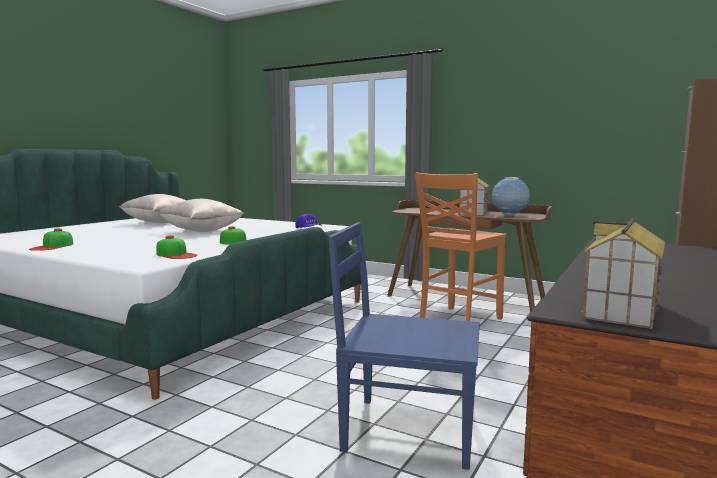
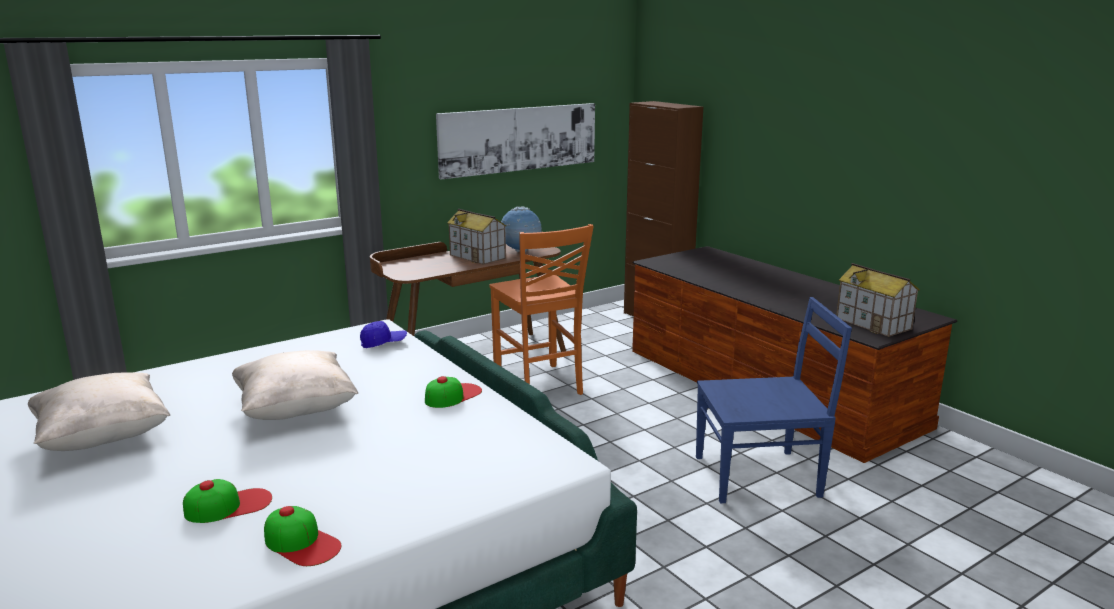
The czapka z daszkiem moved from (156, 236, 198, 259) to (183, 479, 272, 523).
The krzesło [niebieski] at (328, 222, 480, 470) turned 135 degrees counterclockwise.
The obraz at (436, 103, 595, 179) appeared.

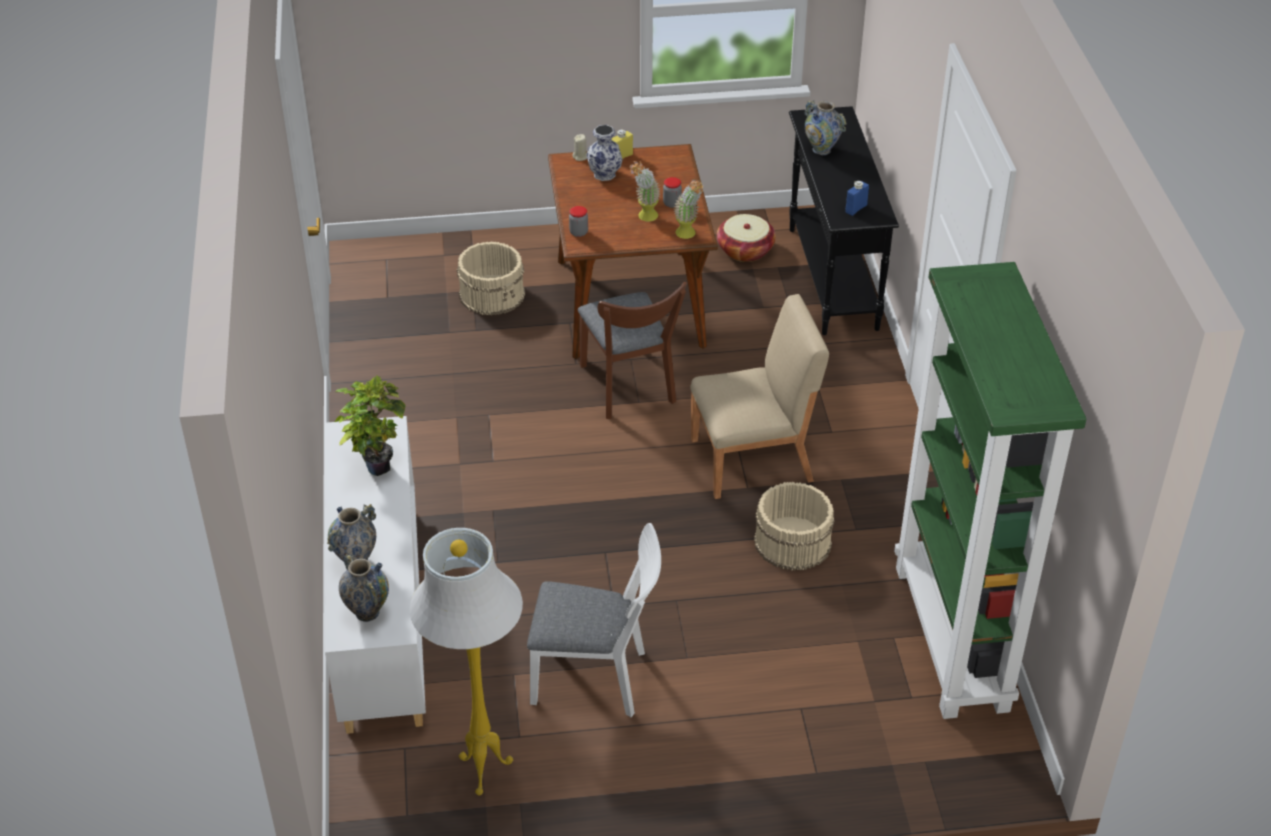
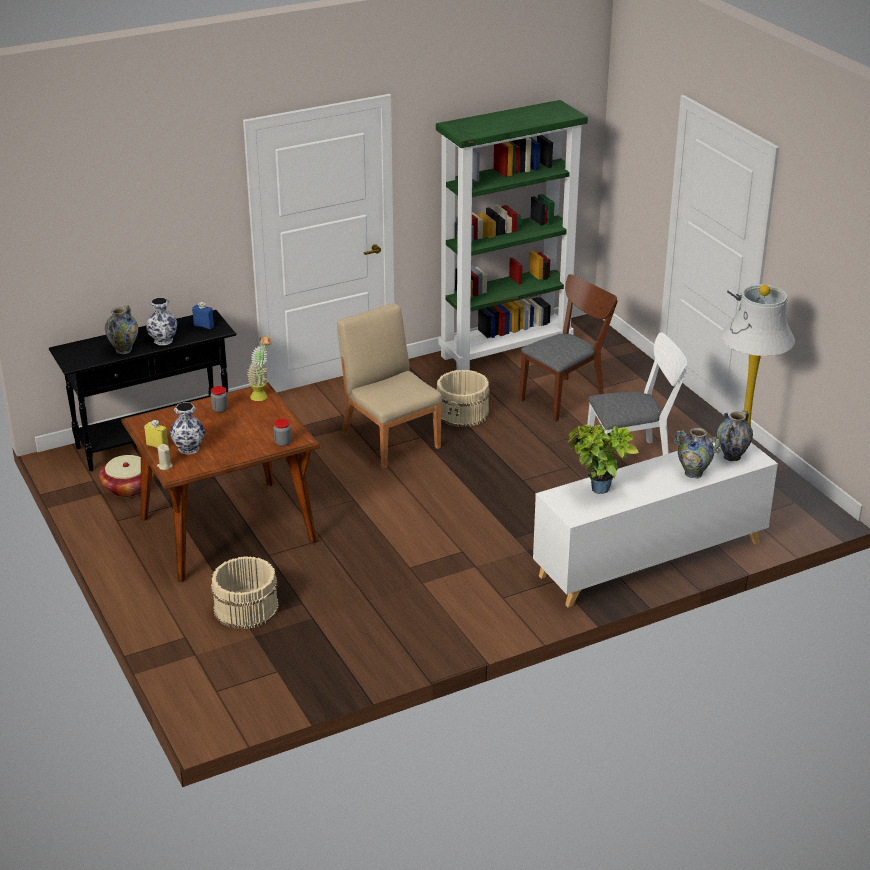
The krzesło [biały] at (527, 523, 661, 717) turned 90 degrees clockwise.
The krzesło [brązowy] moved from (578, 282, 687, 419) to (519, 274, 618, 421).
The roślina doniczkowa at (629, 161, 661, 222) disappeared.
The wazon at (147, 298, 177, 345) appeared.

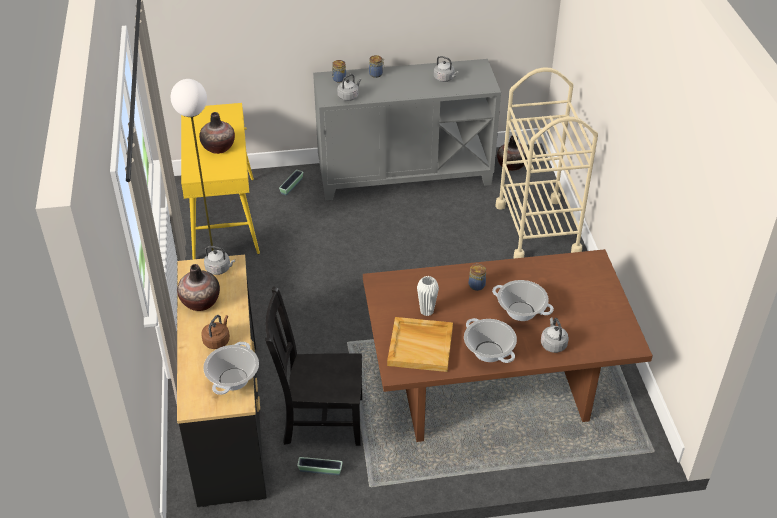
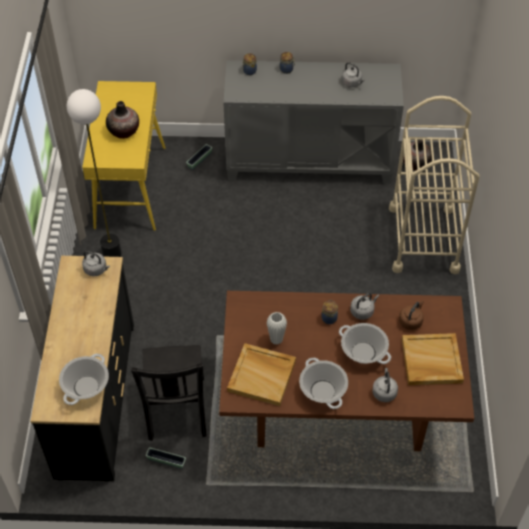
The wazon at (177, 264, 220, 311) disappeared.
The czajnik [brązowy] moved from (201, 315, 230, 349) to (399, 301, 424, 330).
The krzesło [czarny] at (265, 286, 362, 446) turned 105 degrees counterclockwise.
The czajnik [szary] moved from (337, 74, 361, 101) to (350, 293, 379, 320).
The taca [beżowy] at (402, 333, 464, 385) appeared.

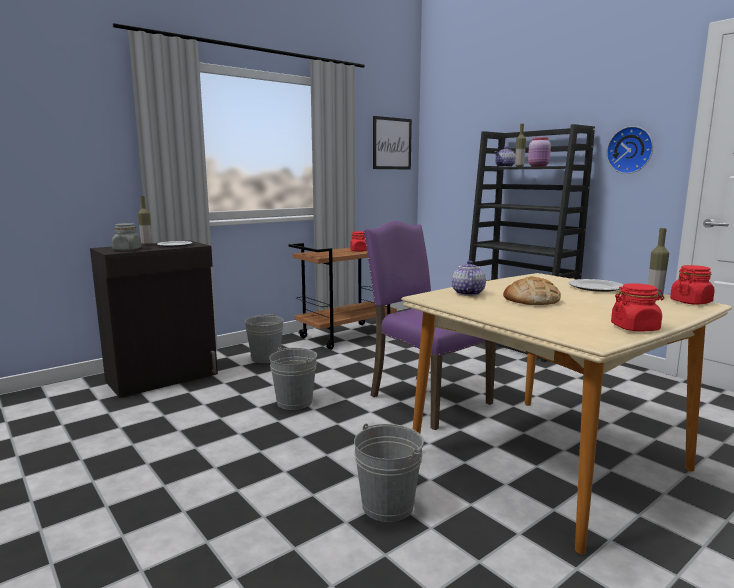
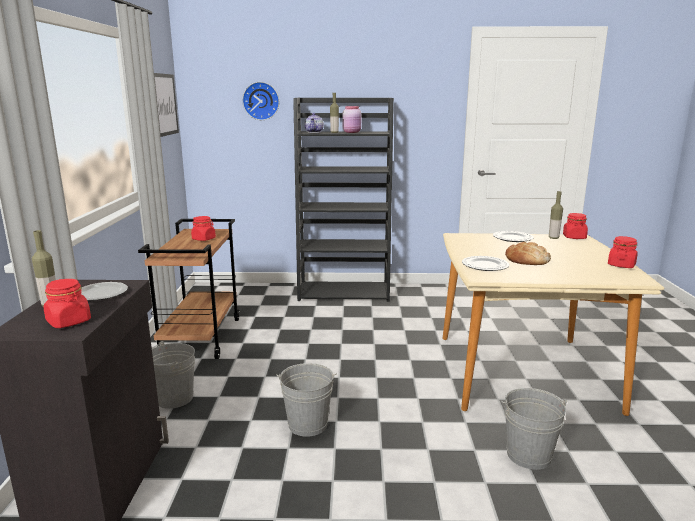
The słoik [szary] at (112, 223, 141, 251) became the słoik [czerwony] at (43, 279, 91, 328).
The krzesło [fioletowy] at (363, 221, 496, 430) disappeared.
The imbryk at (452, 260, 486, 296) was replaced by the talerz at (462, 256, 510, 271).
The zegar ścienny moved from (606, 126, 653, 174) to (242, 82, 279, 120).

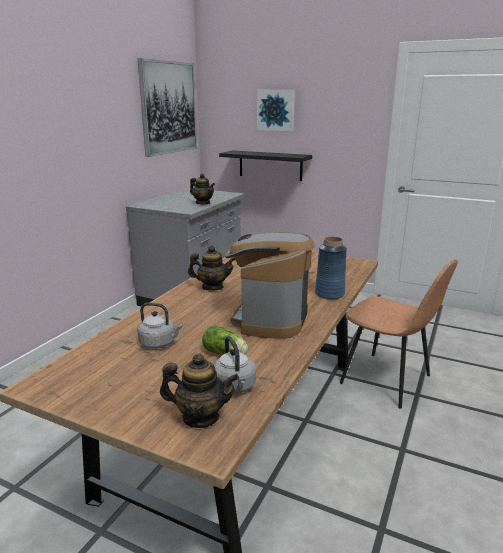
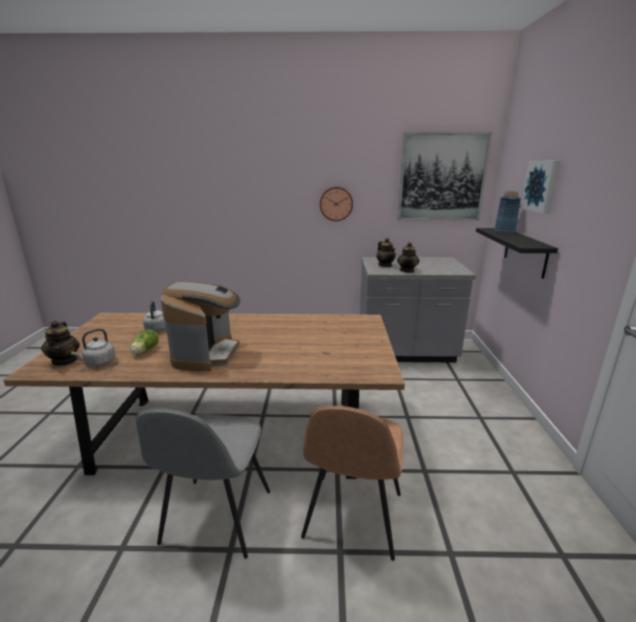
The imbryk moved from (188, 246, 235, 291) to (376, 238, 396, 267).
The ekspres do kawy at (225, 232, 315, 339) turned 105 degrees clockwise.
The wazon [niebieski] moved from (315, 237, 347, 299) to (494, 191, 521, 234).
The krzesło [szary] at (136, 409, 270, 559) appeared.
The zegar ścienny at (320, 187, 353, 221) appeared.

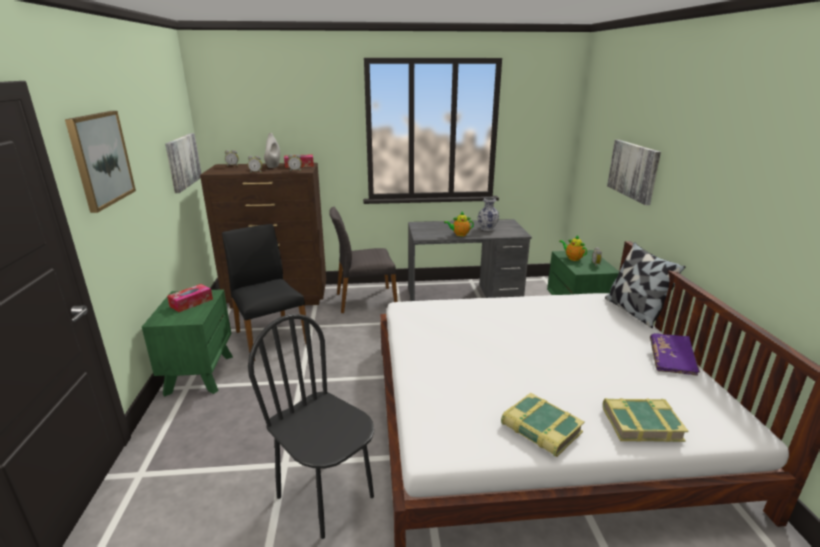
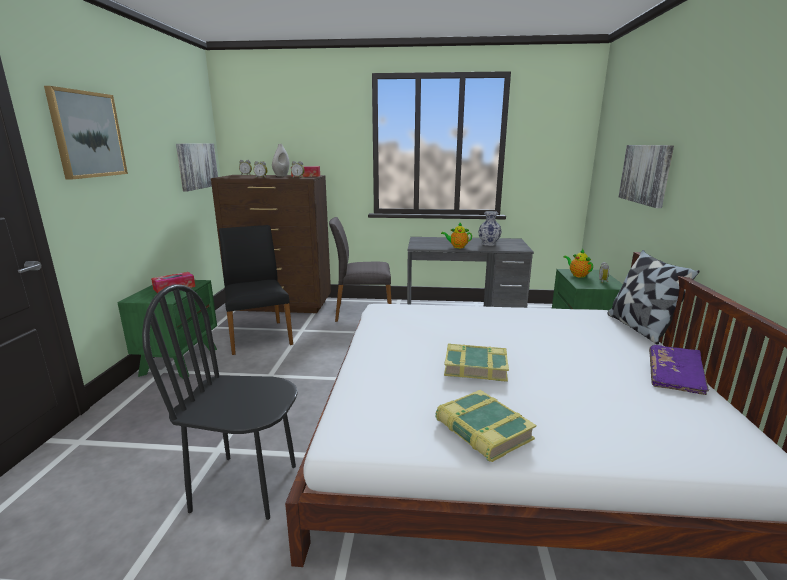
The krzesło [czarny] at (248, 314, 374, 539) turned 45 degrees counterclockwise.
The książka moved from (603, 398, 688, 442) to (444, 344, 509, 382).

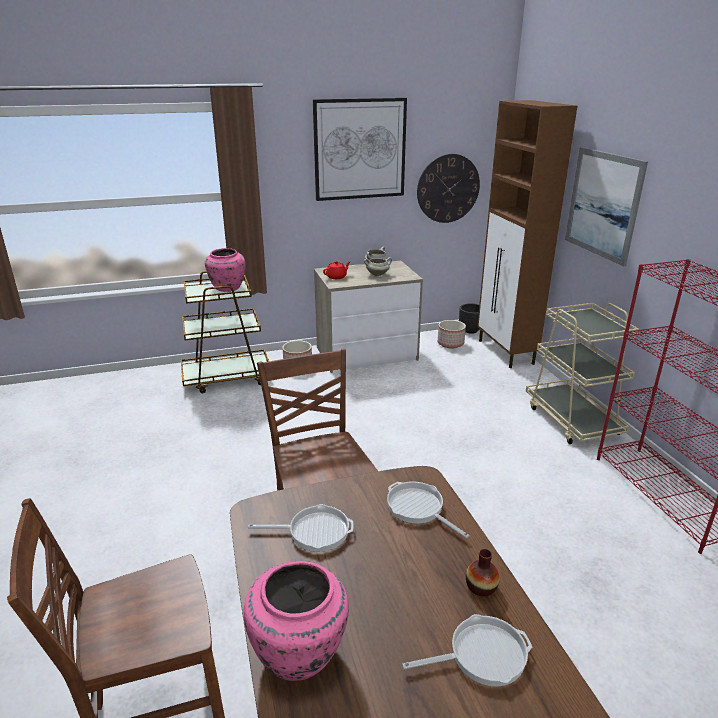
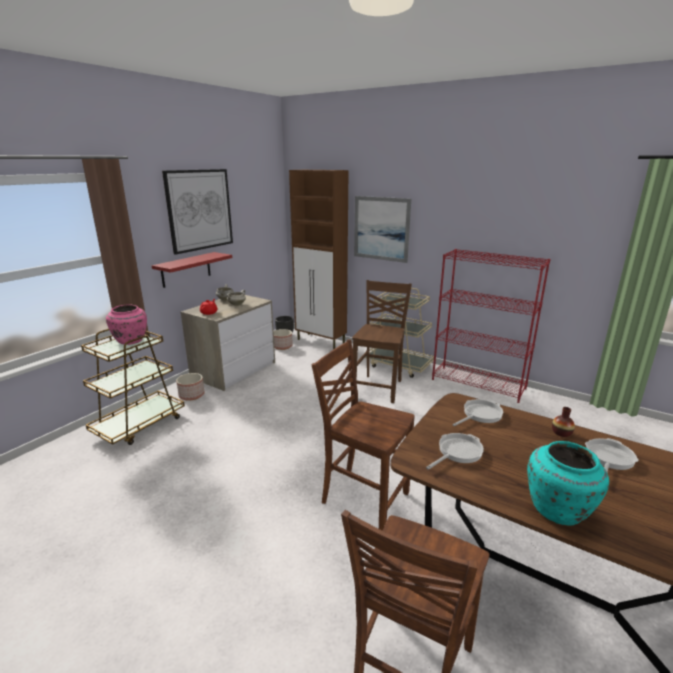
The wazon [różowy] at (244, 561, 349, 681) became the wazon [turkusowy] at (527, 441, 609, 526).
The patelnia at (387, 481, 470, 538) turned 135 degrees clockwise.
The zegar ścienny at (417, 154, 480, 223) disappeared.
The półka [czerwony] at (152, 252, 232, 288) appeared.
The krzesło [brązowy] at (352, 280, 412, 403) appeared.

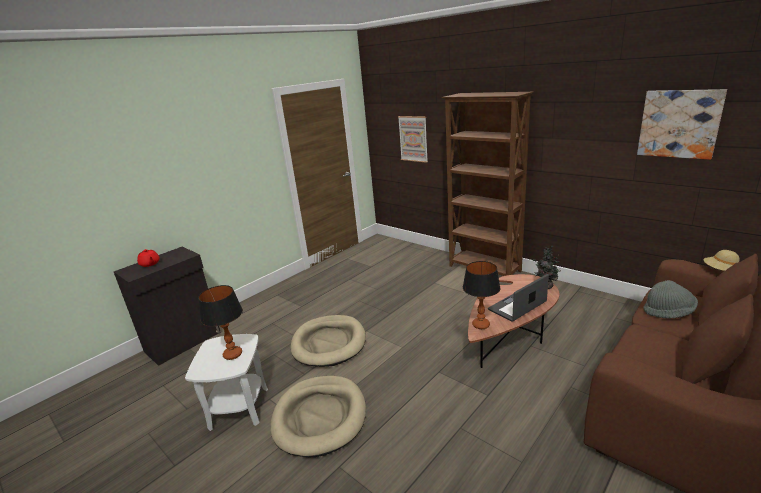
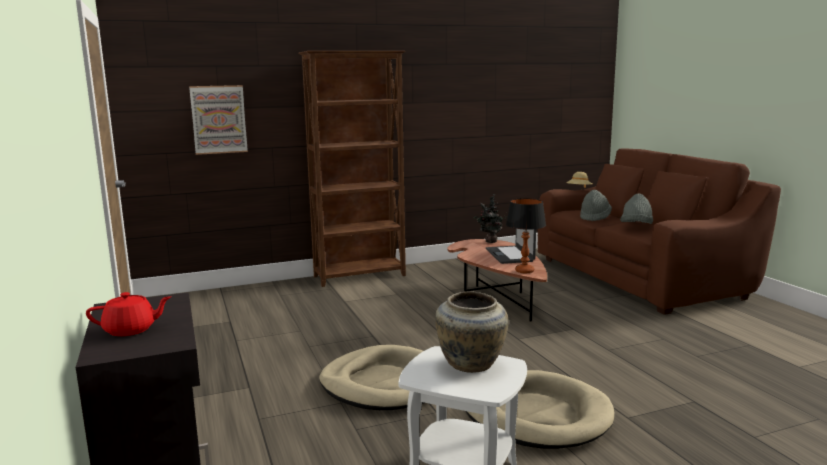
The lampa stołowa at (198, 285, 243, 360) was replaced by the wazon [beżowy] at (435, 291, 508, 373).
The obraz at (637, 89, 727, 160) disappeared.
The kapelusz [szary] at (620, 194, 653, 224) appeared.

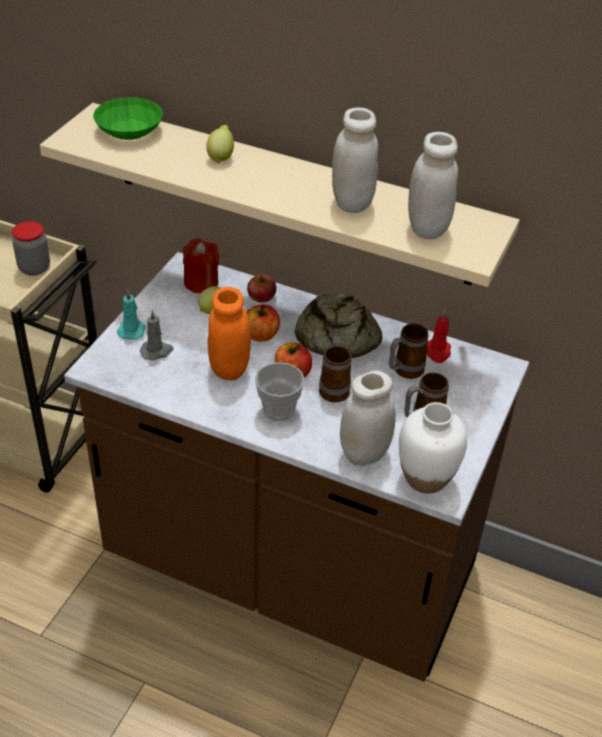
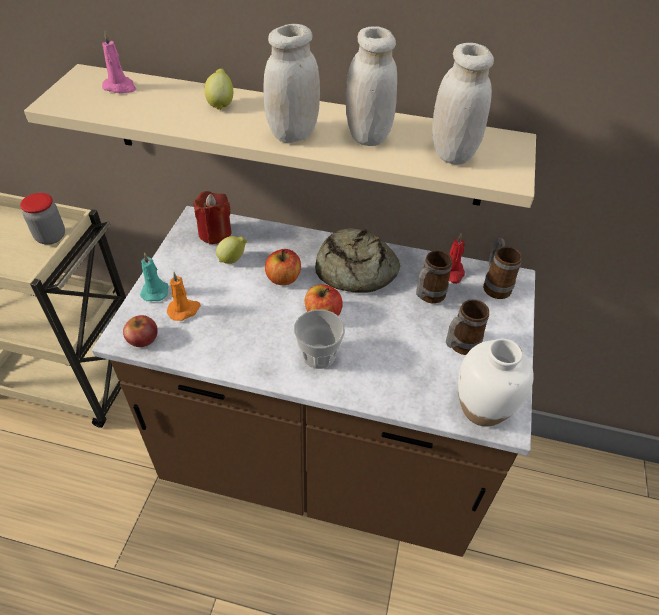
The miska [zielony] at (93, 97, 163, 140) was replaced by the świeca [różowy] at (102, 31, 136, 93).
The świeca [szary] at (140, 310, 174, 360) became the świeca [pomarańczowy] at (167, 272, 201, 321).
The słoik [pomarańczowy] at (208, 287, 251, 381) disappeared.
The jabłko moved from (247, 274, 277, 303) to (123, 315, 158, 347).
The kubek moved from (319, 336, 352, 402) to (483, 237, 522, 299).
The słoik [biały] moved from (340, 370, 396, 466) to (264, 24, 320, 143).

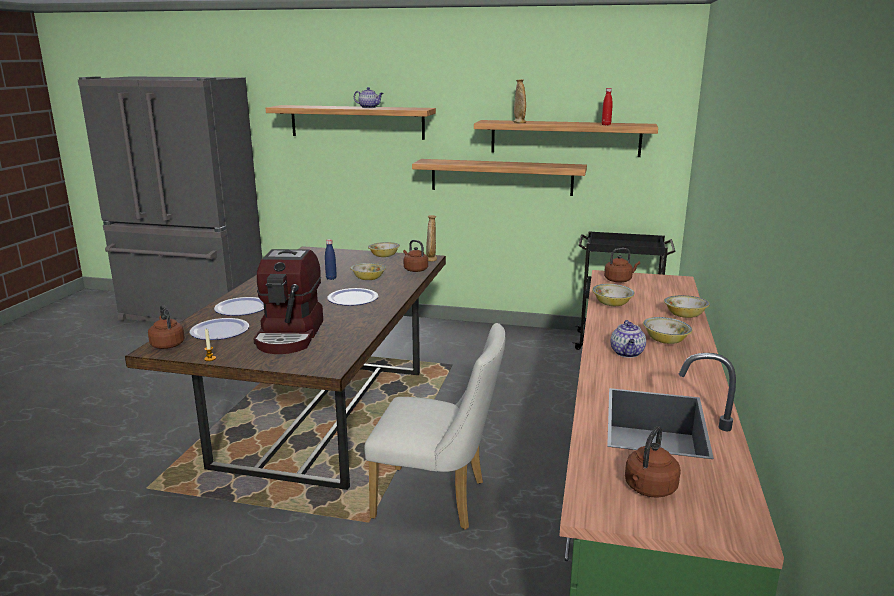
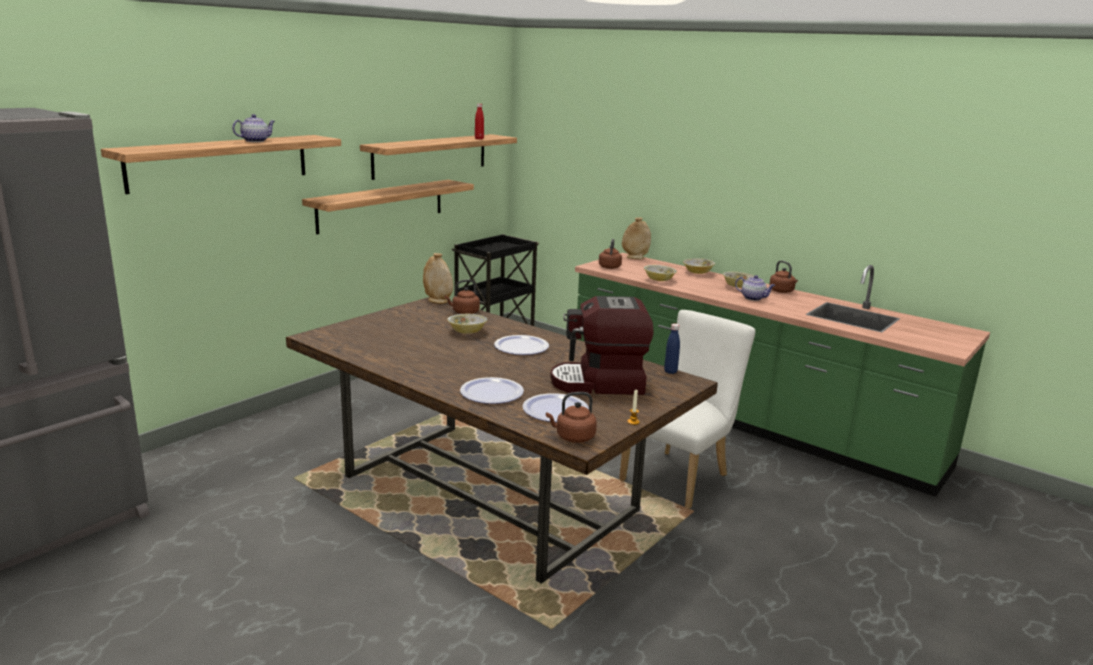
The ekspres do kawy at (253, 249, 323, 354) turned 150 degrees clockwise.
The butelka [niebieski] moved from (325, 239, 337, 280) to (664, 324, 680, 374).
The miska at (368, 242, 400, 257) disappeared.
The wazon [beżowy] moved from (513, 79, 526, 123) to (622, 217, 651, 259).
The czajnik [brązowy] moved from (625, 426, 681, 498) to (769, 260, 798, 293).

